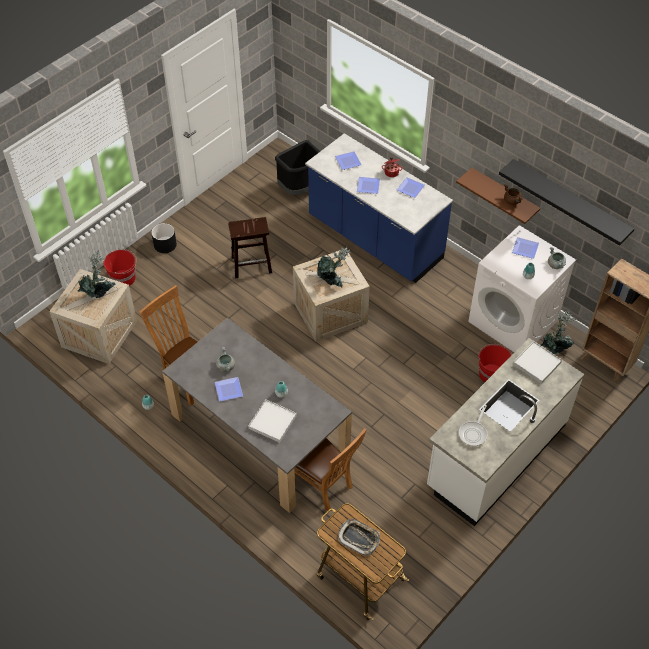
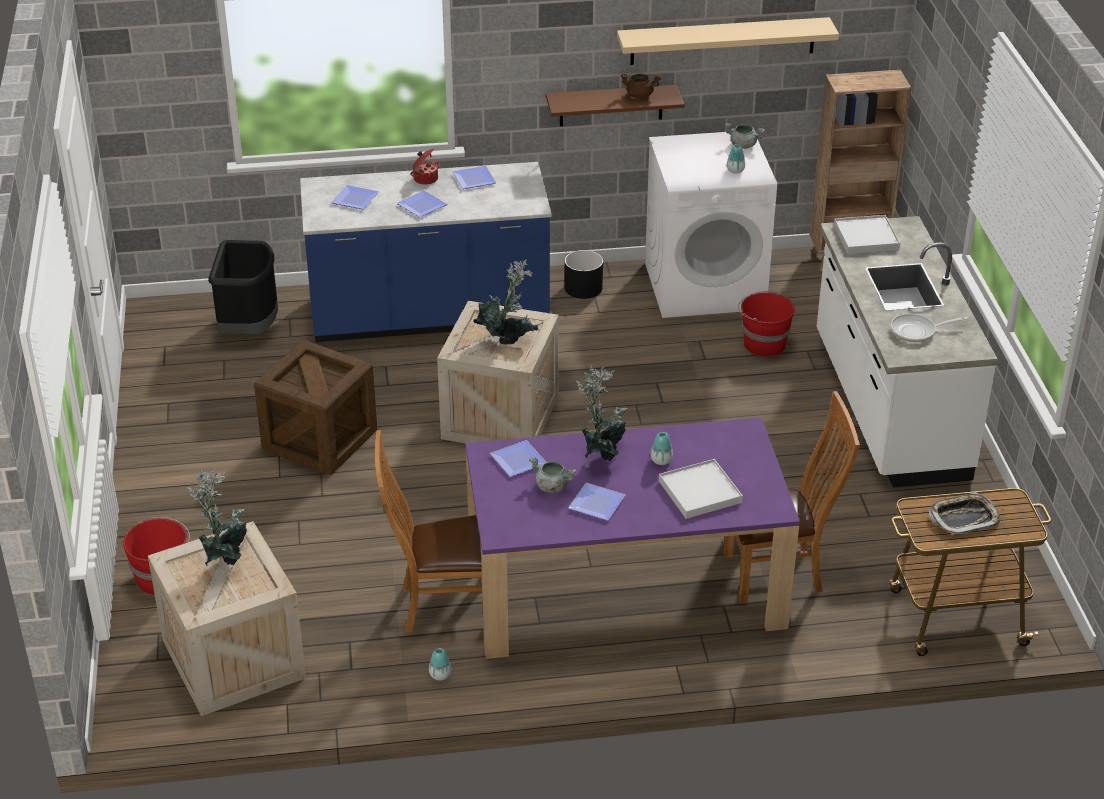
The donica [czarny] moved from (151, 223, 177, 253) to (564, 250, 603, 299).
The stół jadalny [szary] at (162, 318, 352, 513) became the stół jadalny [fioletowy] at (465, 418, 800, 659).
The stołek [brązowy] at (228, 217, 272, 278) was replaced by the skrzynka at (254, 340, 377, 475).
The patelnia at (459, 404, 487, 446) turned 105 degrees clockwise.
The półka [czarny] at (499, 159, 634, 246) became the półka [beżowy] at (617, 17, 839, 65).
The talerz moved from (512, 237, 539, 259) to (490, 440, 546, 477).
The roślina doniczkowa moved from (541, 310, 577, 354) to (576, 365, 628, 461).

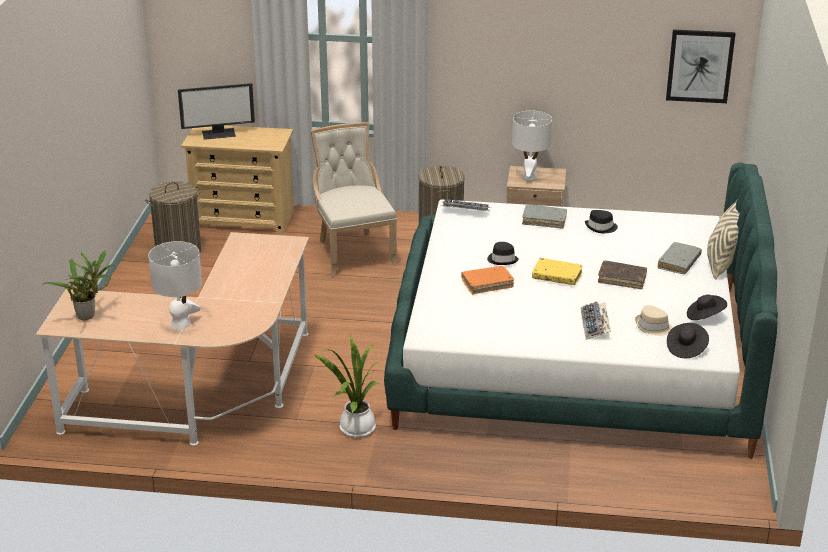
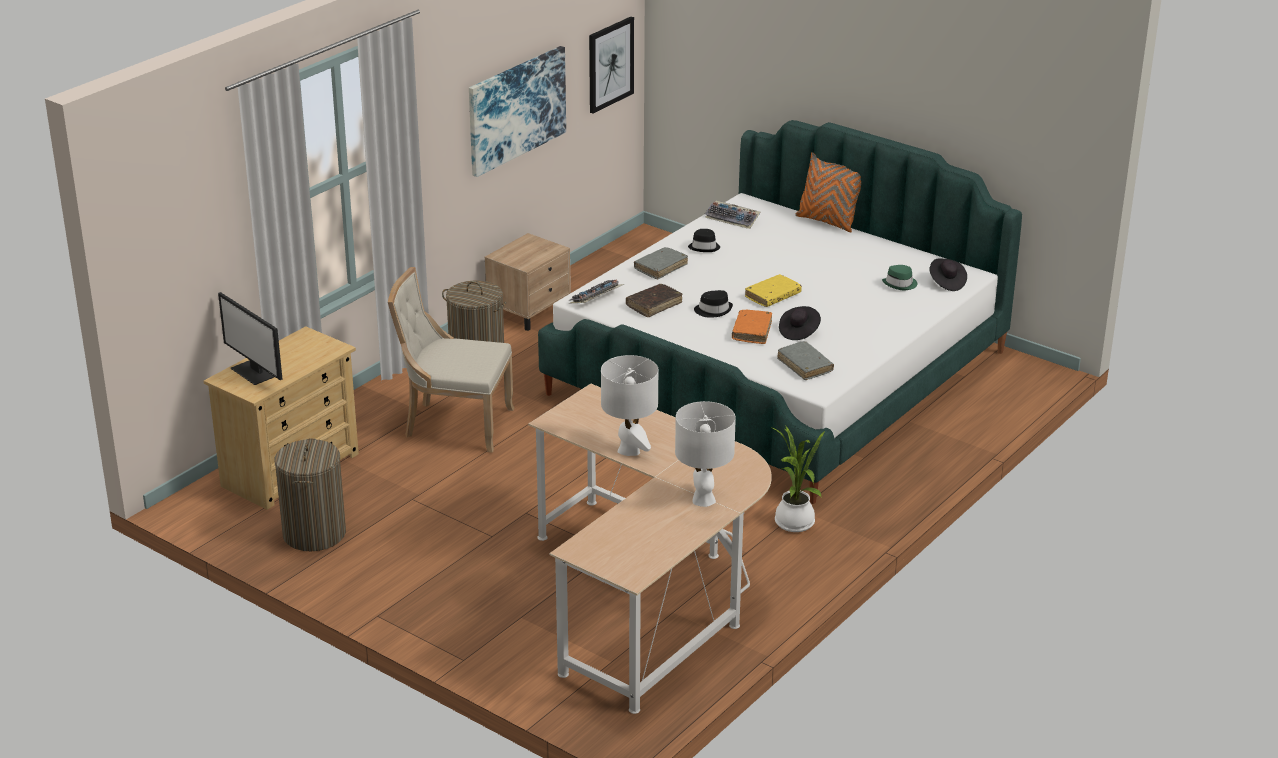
The roślina doniczkowa at (43, 251, 114, 320) disappeared.
The monitor at (178, 83, 255, 140) turned 120 degrees clockwise.
The lampa stołowa [biały] moved from (512, 111, 552, 180) to (601, 355, 658, 456).
The klawiatura moved from (581, 301, 611, 340) to (705, 200, 760, 229).
The książka [brązowy] moved from (598, 260, 647, 289) to (626, 284, 683, 317).
The kapelusz [beżowy] at (635, 305, 673, 336) became the kapelusz [zielony] at (882, 265, 917, 290).
The książka [szary] moved from (658, 242, 702, 274) to (777, 341, 834, 380).
The kapelusz [czarny] moved from (687, 295, 727, 320) to (779, 306, 821, 340).
The poduszka [beżowy] at (707, 200, 740, 280) became the poduszka [pomarańczowy] at (795, 152, 861, 232).
The obraz at (469, 46, 566, 177) appeared.

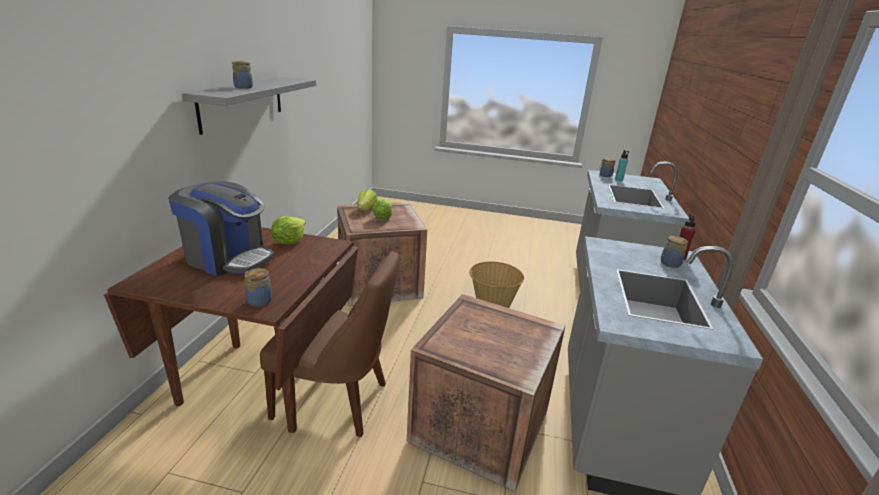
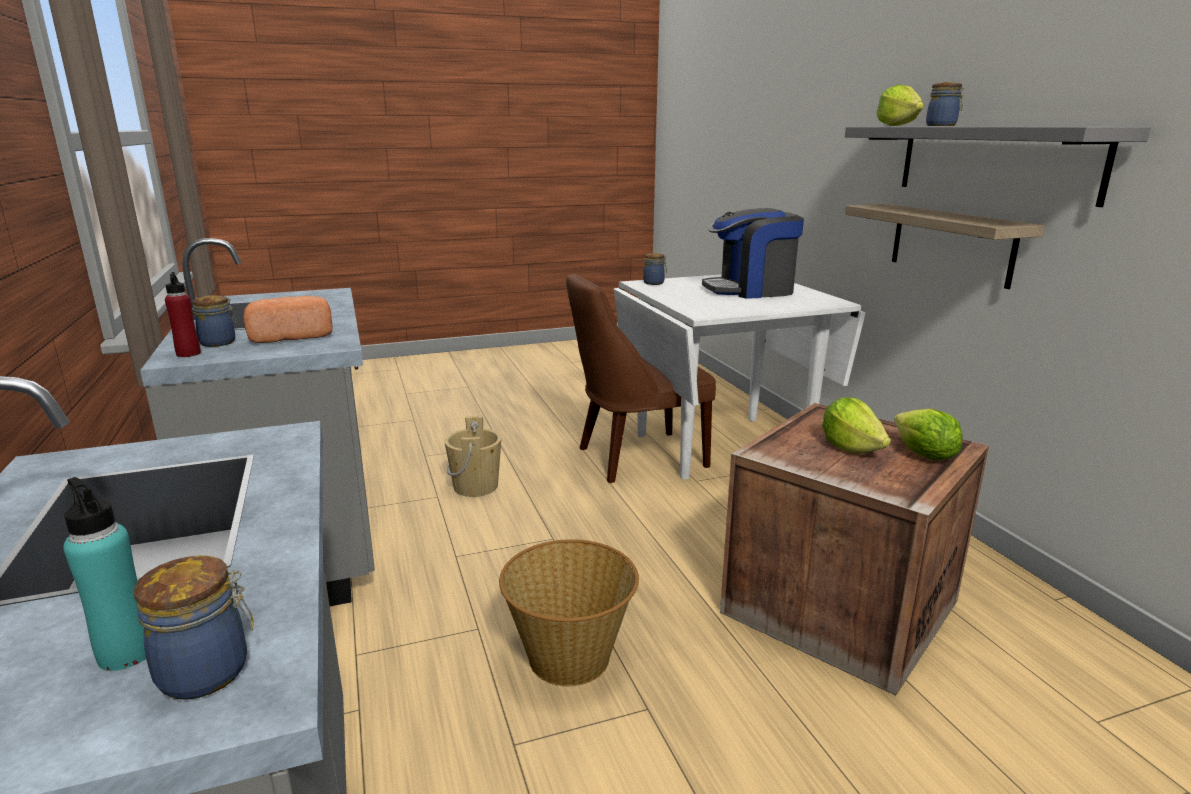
The stół jadalny [brązowy] at (104, 227, 358, 433) became the stół jadalny [biały] at (614, 274, 866, 480).
The sałata moved from (271, 216, 306, 244) to (876, 85, 924, 126).
The skrzynka at (407, 294, 565, 491) was replaced by the wiadro [beżowy] at (444, 416, 502, 497).
The chleb at (244, 296, 333, 343) appeared.
The półka at (845, 204, 1045, 289) appeared.

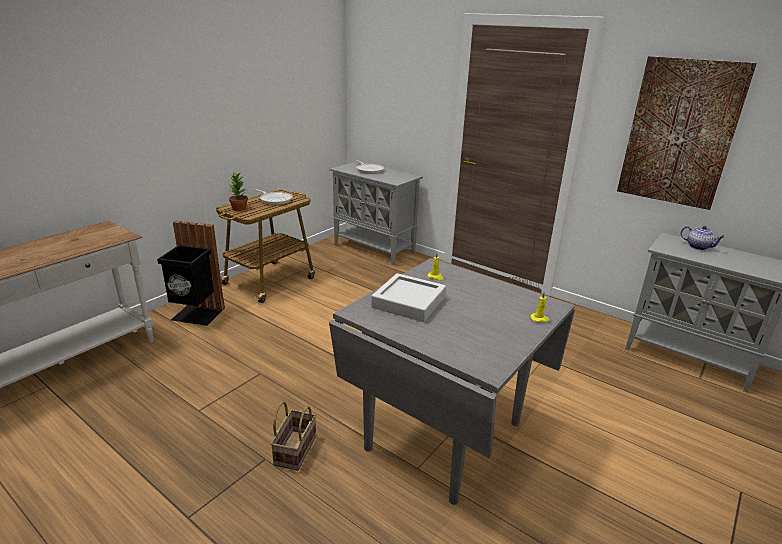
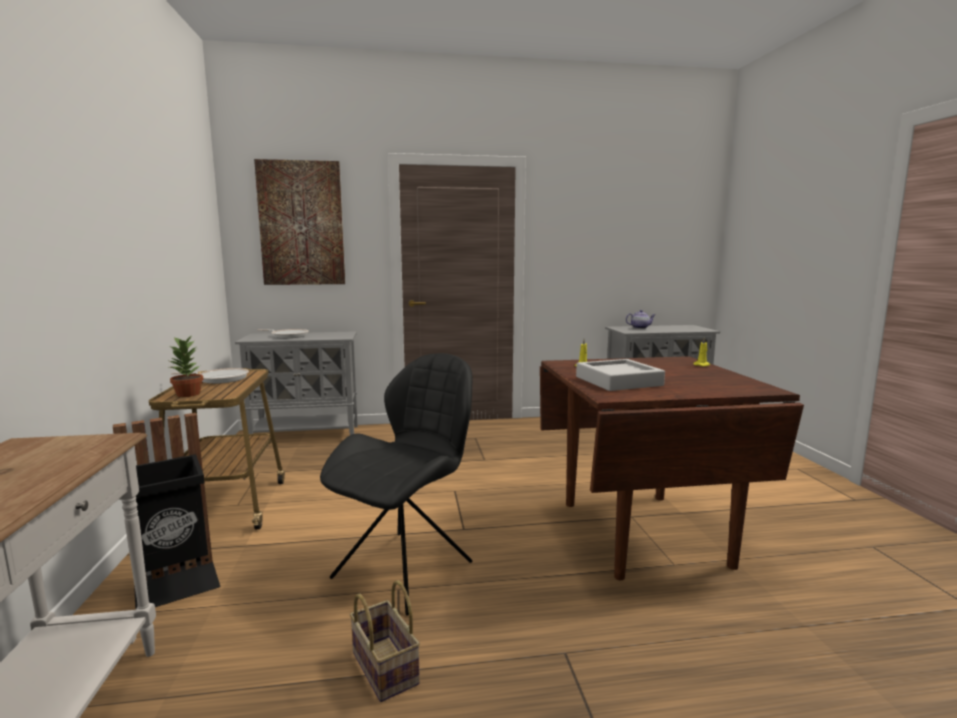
The koszyk moved from (270, 401, 316, 471) to (350, 580, 420, 702).
The stół jadalny [szary] at (329, 258, 575, 505) became the stół jadalny [brązowy] at (540, 356, 804, 580).
The obraz moved from (617, 56, 757, 210) to (254, 159, 345, 285).
The krzesło [czarny] at (320, 353, 472, 616) appeared.

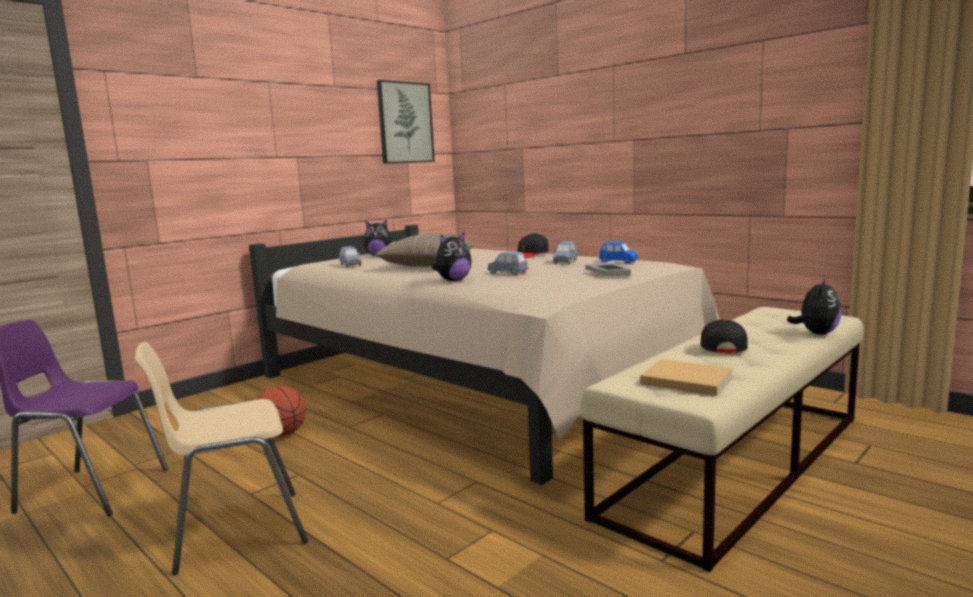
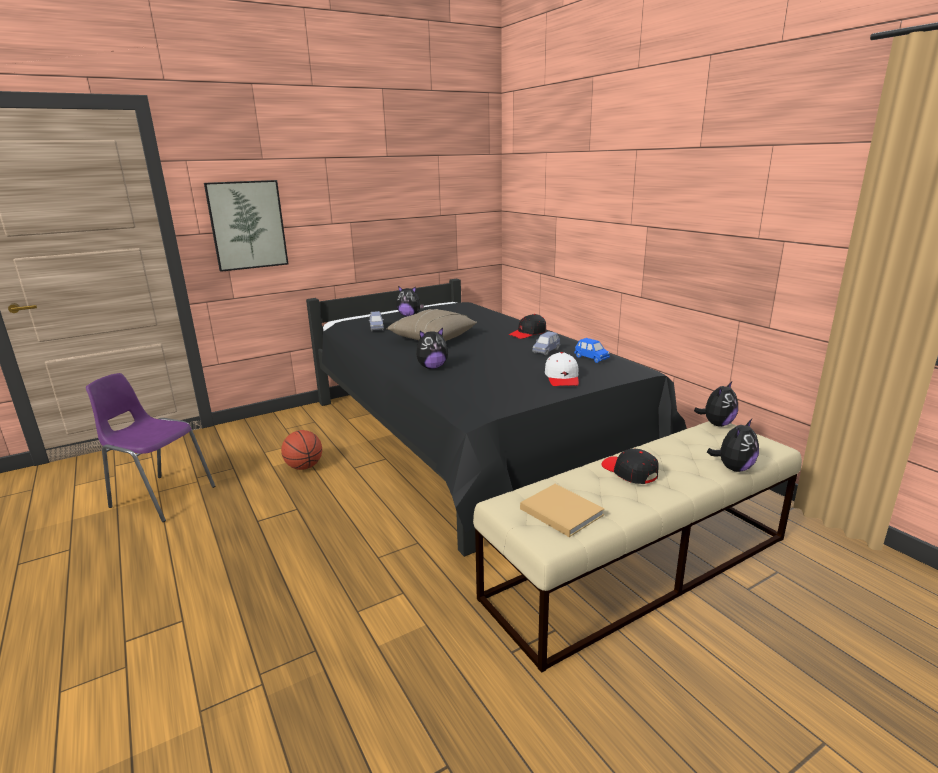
The krzesło [beżowy] at (135, 342, 308, 575) disappeared.
The łóżko [beżowy] at (249, 225, 720, 485) became the łóżko [czarny] at (306, 279, 687, 557).
The obraz moved from (377, 80, 435, 164) to (204, 180, 288, 272).
The samochodzik [niebieski] at (487, 252, 529, 275) disappeared.
The książka at (585, 262, 631, 276) was replaced by the czapka z daszkiem [biały] at (545, 352, 579, 386).
The czapka z daszkiem [czarny] at (700, 319, 748, 353) turned 60 degrees counterclockwise.
The pluszak at (694, 381, 738, 427) appeared.

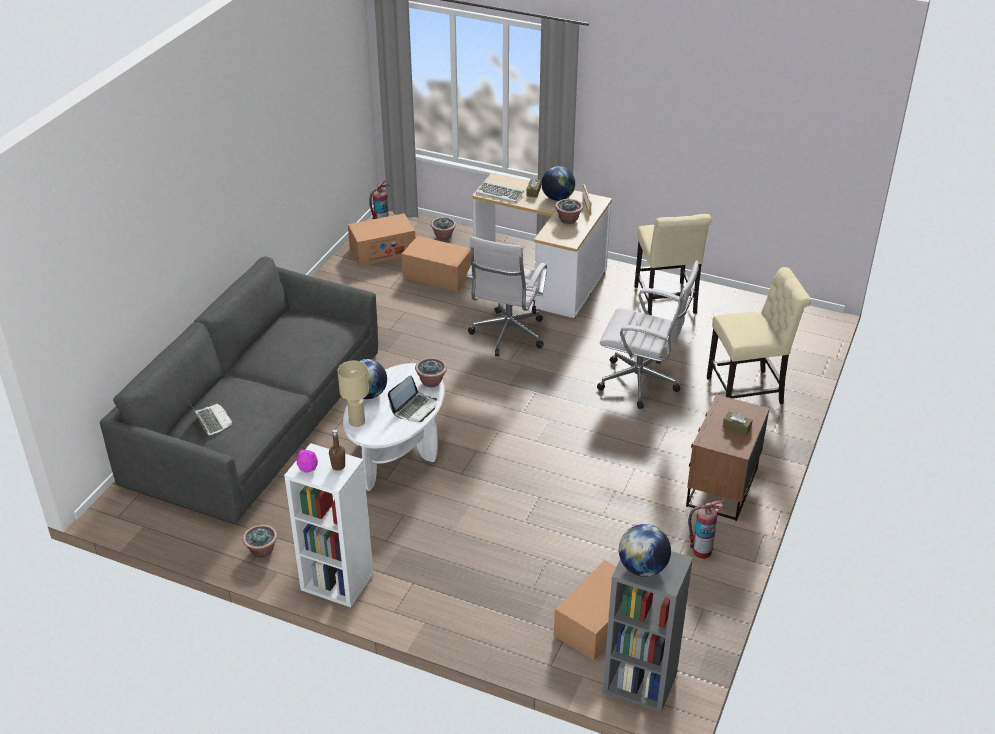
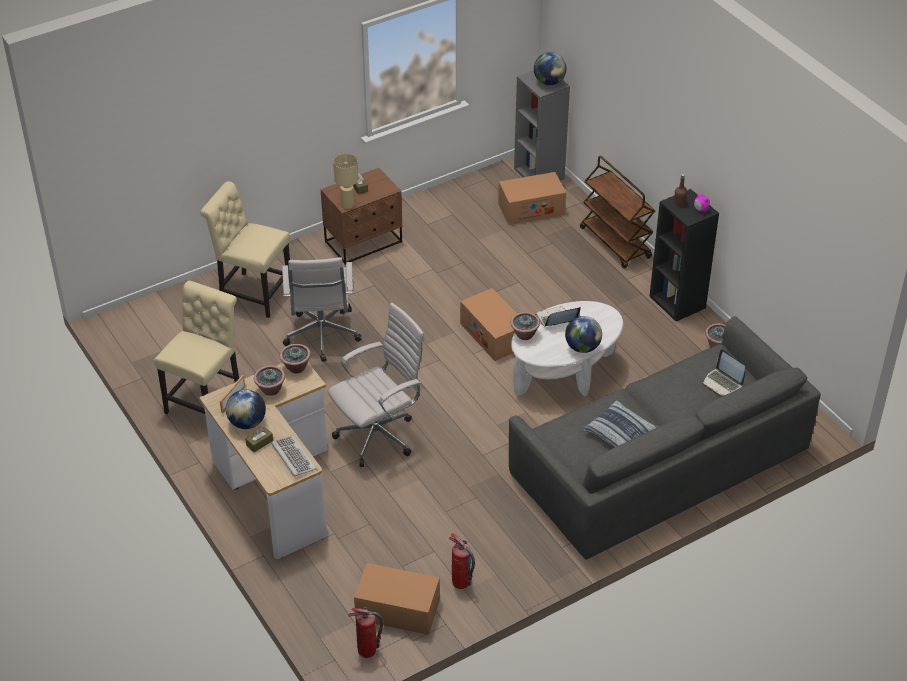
The laptop at (187, 398, 233, 436) turned 45 degrees counterclockwise.
The regał [biały] at (284, 443, 373, 607) became the regał [czarny] at (650, 189, 719, 321).
The lampa stołowa [beżowy] moved from (338, 361, 369, 427) to (333, 154, 358, 209).
The karton moved from (402, 236, 471, 292) to (460, 288, 517, 361).
The roślina doniczkowa moved from (431, 217, 456, 241) to (280, 344, 311, 373).
The krzesło biurowe [biały] at (597, 260, 699, 409) turned 150 degrees counterclockwise.
The gaśnica moved from (688, 500, 726, 559) to (449, 533, 475, 589).
The wózek [brązowy] at (580, 156, 655, 269) appeared.
The poduszka at (583, 400, 659, 448) appeared.

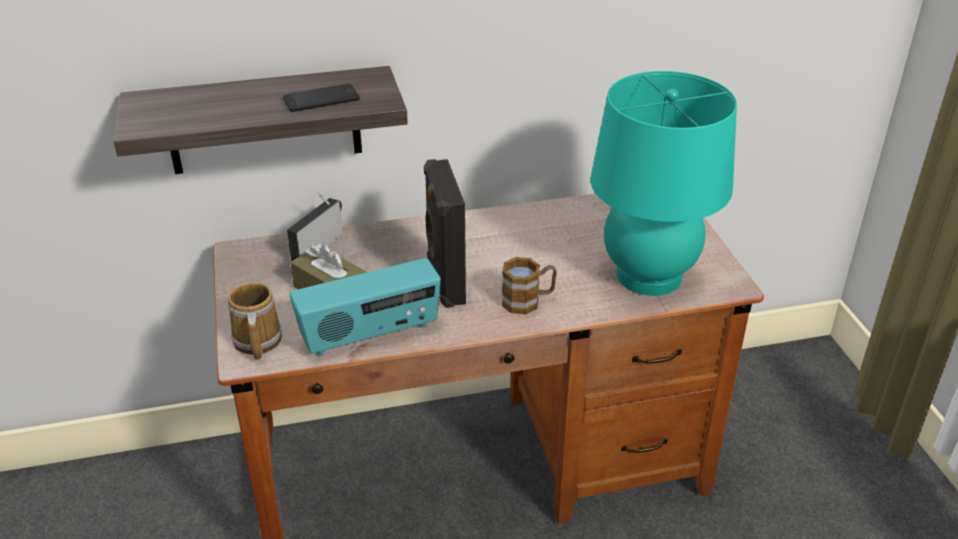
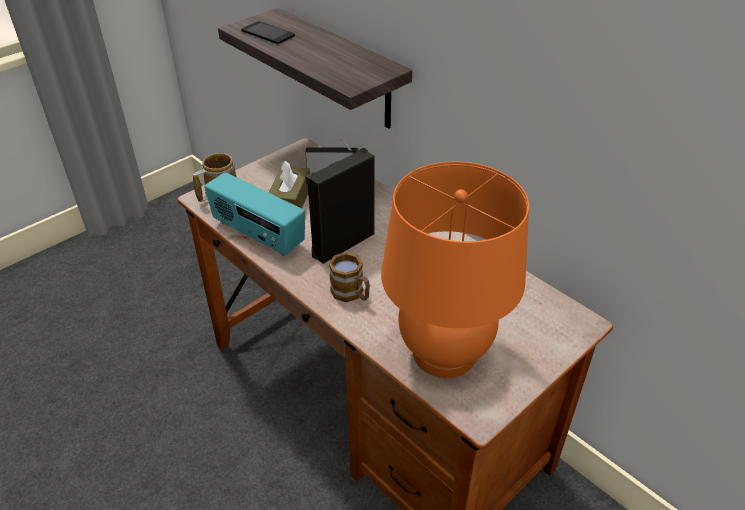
The telefon moved from (283, 84, 360, 112) to (241, 21, 295, 44).
The lampa stołowa [turkusowy] at (590, 71, 737, 296) became the lampa stołowa [pomarańczowy] at (381, 162, 529, 378).

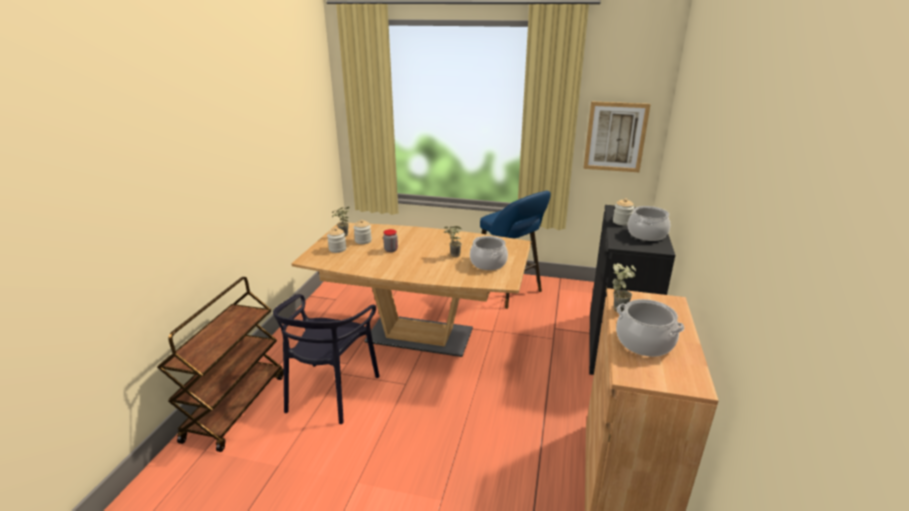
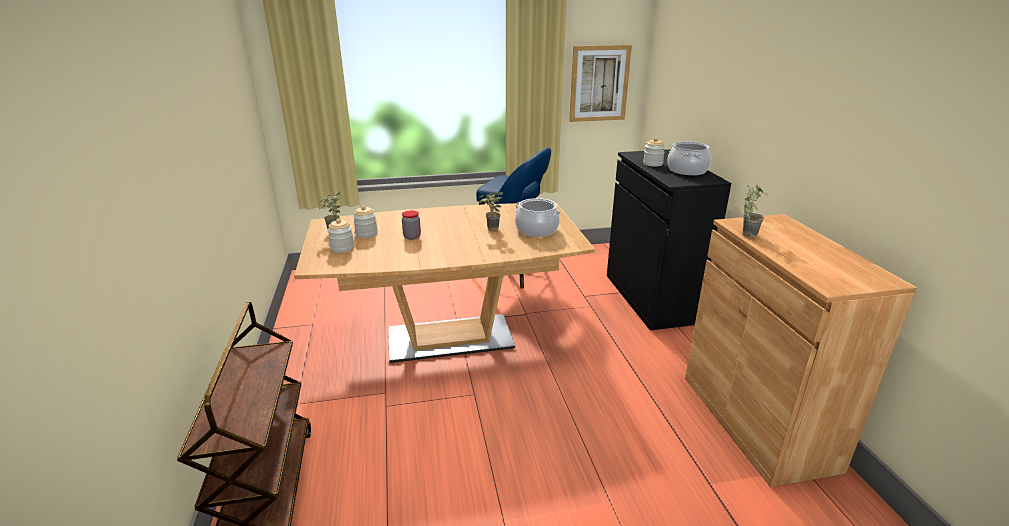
The krzesło [czarny] at (273, 294, 380, 424) disappeared.
The garnek at (616, 299, 685, 357) disappeared.

